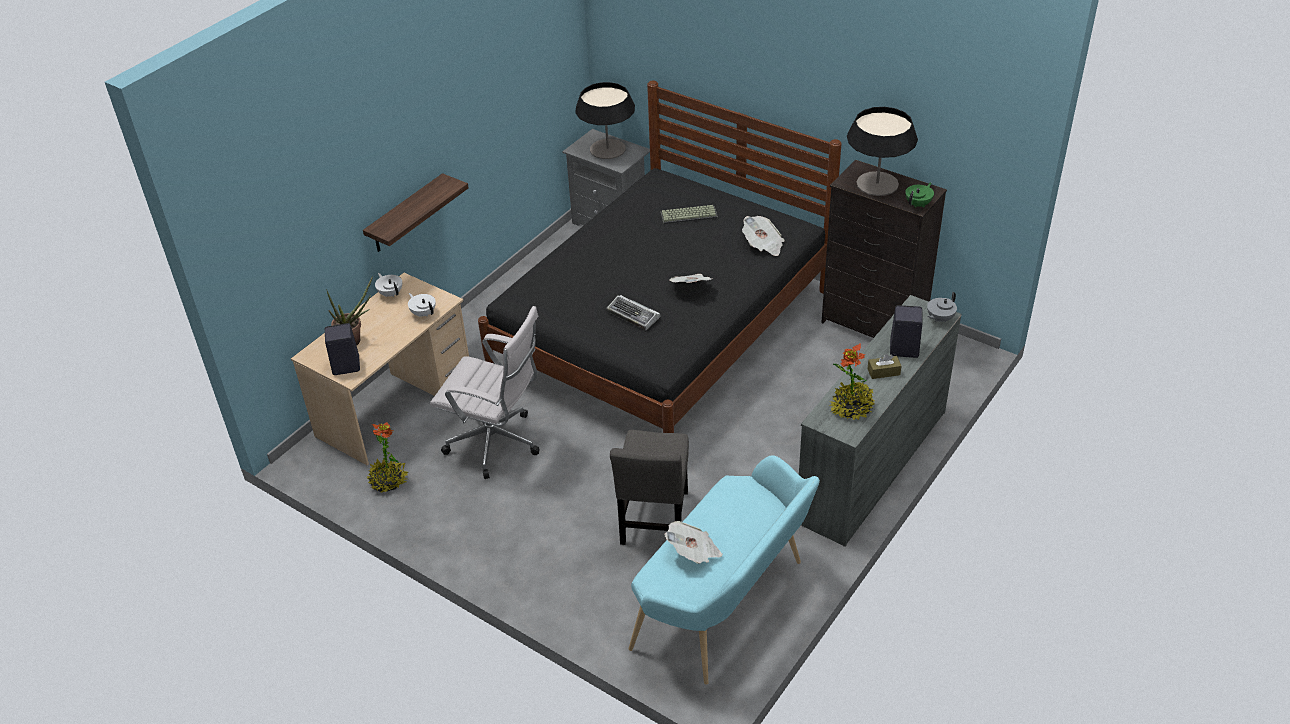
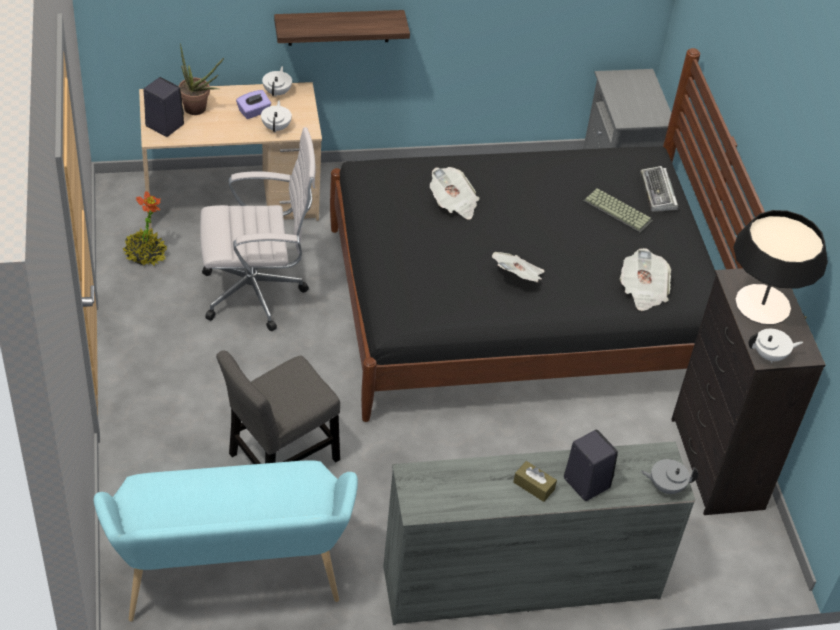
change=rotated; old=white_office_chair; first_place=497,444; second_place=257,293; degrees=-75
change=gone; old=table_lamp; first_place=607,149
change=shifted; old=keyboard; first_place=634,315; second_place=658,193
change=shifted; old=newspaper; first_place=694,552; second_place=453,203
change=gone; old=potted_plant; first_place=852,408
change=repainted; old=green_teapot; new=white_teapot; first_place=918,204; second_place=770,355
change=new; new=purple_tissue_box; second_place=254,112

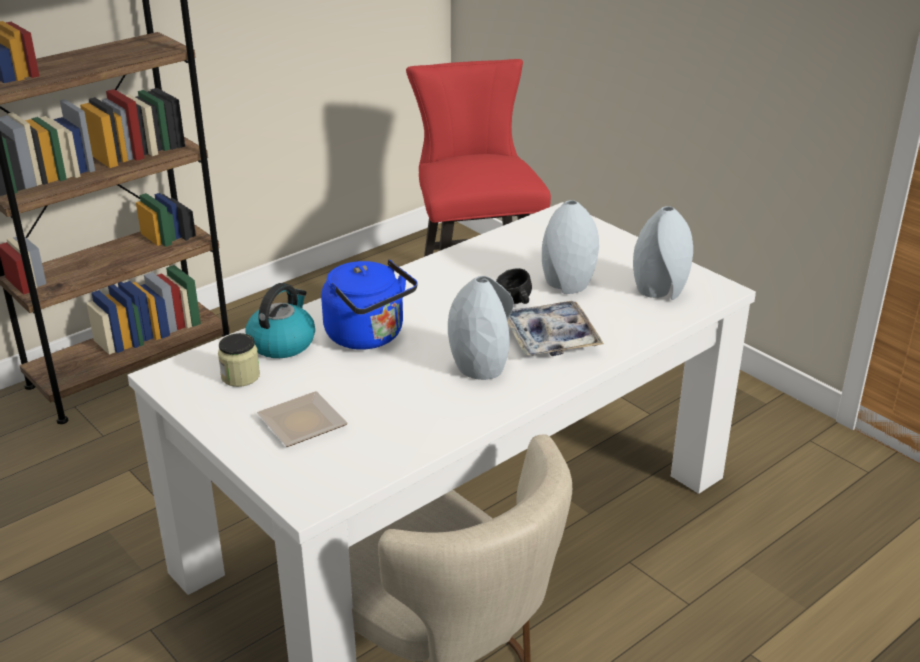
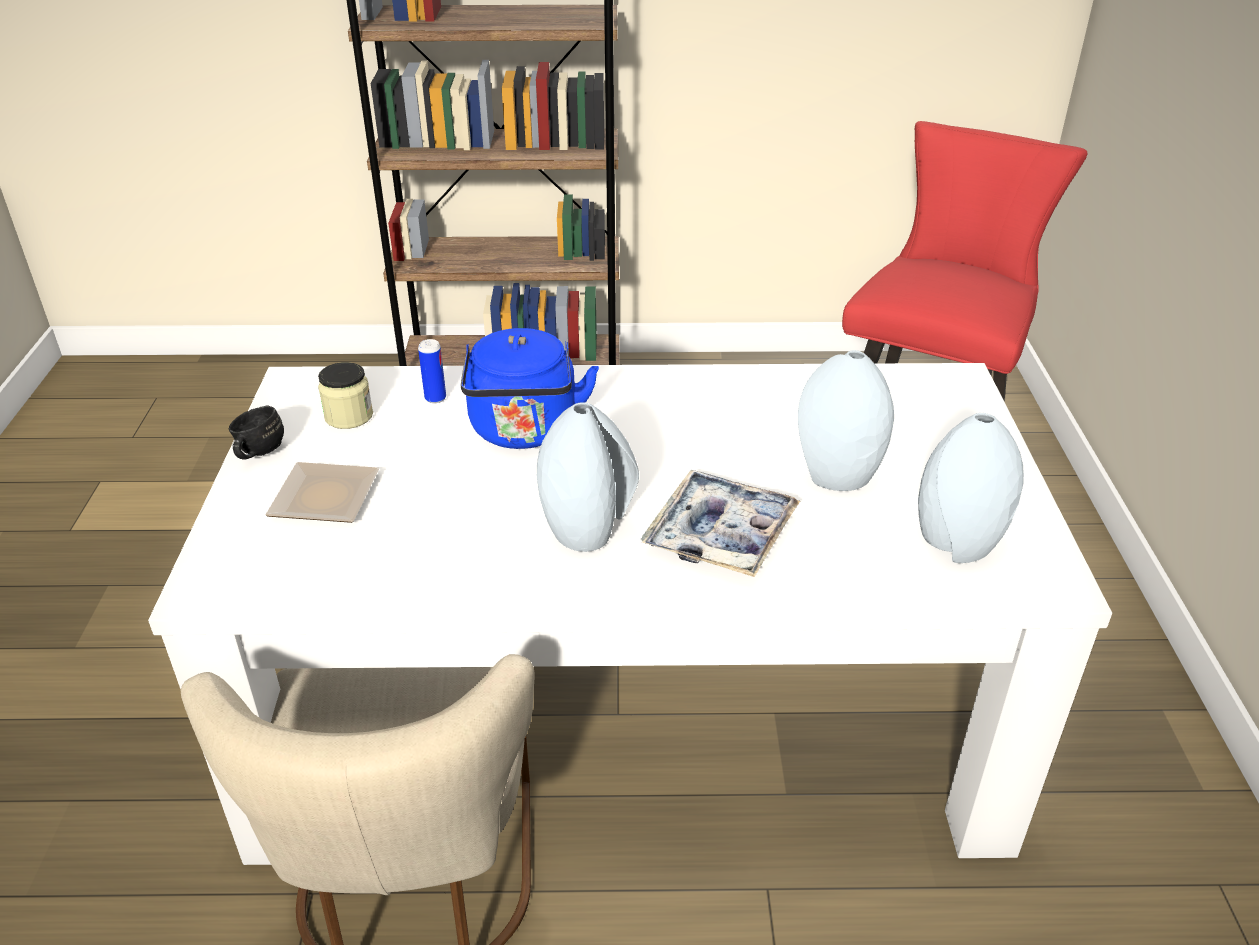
change=swapped; old=kettle; new=can; first_place=282,343; second_place=435,398
change=shifted; old=black_mug; first_place=514,303; second_place=256,453

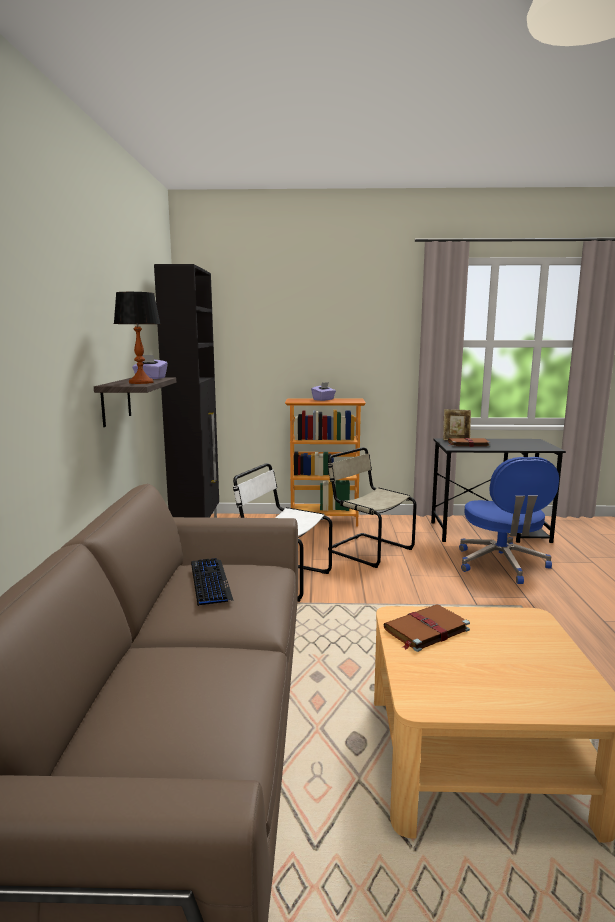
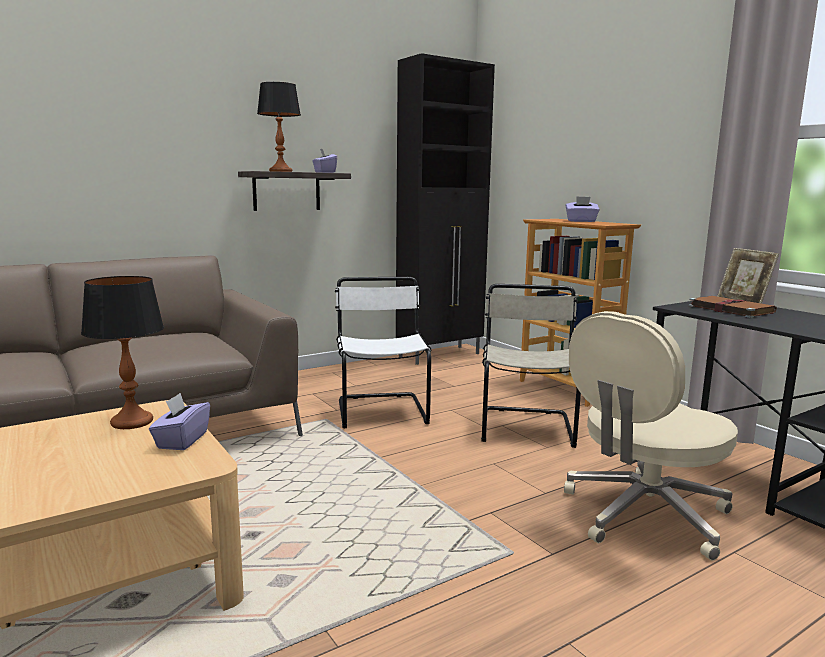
change=gone; old=keyboard; first_place=210,582
change=swapped; old=brown_book; new=table_lamp; first_place=425,630; second_place=132,422
change=repainted; old=blue_office_chair; new=beige_office_chair; first_place=501,564; second_place=643,515
change=new; new=purple_tissue_box; second_place=181,440

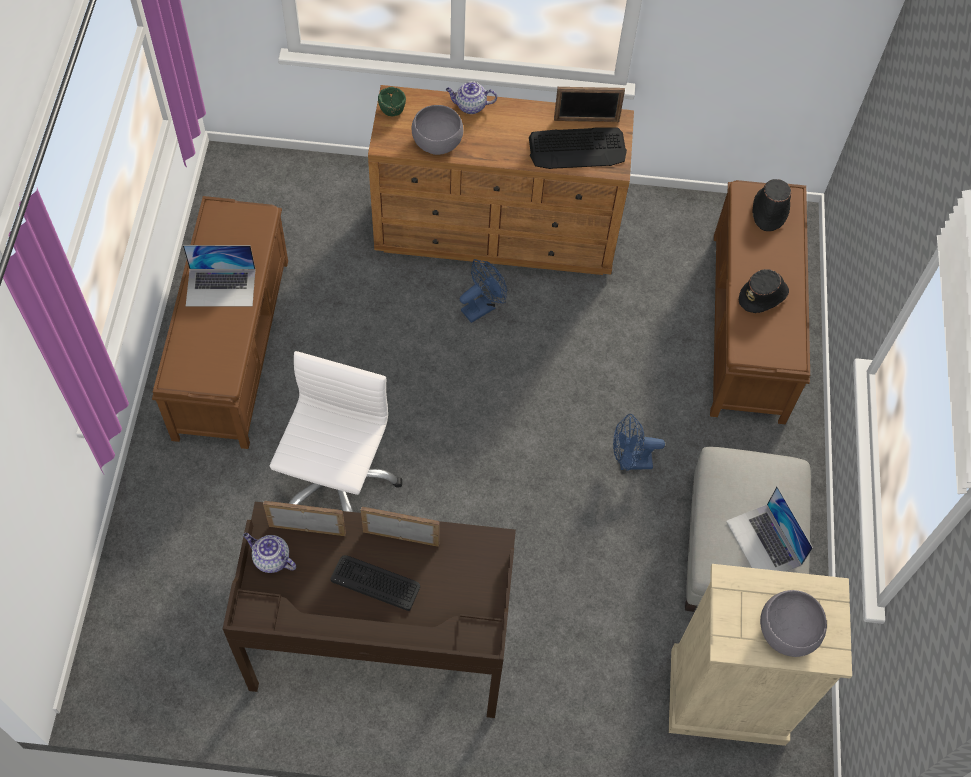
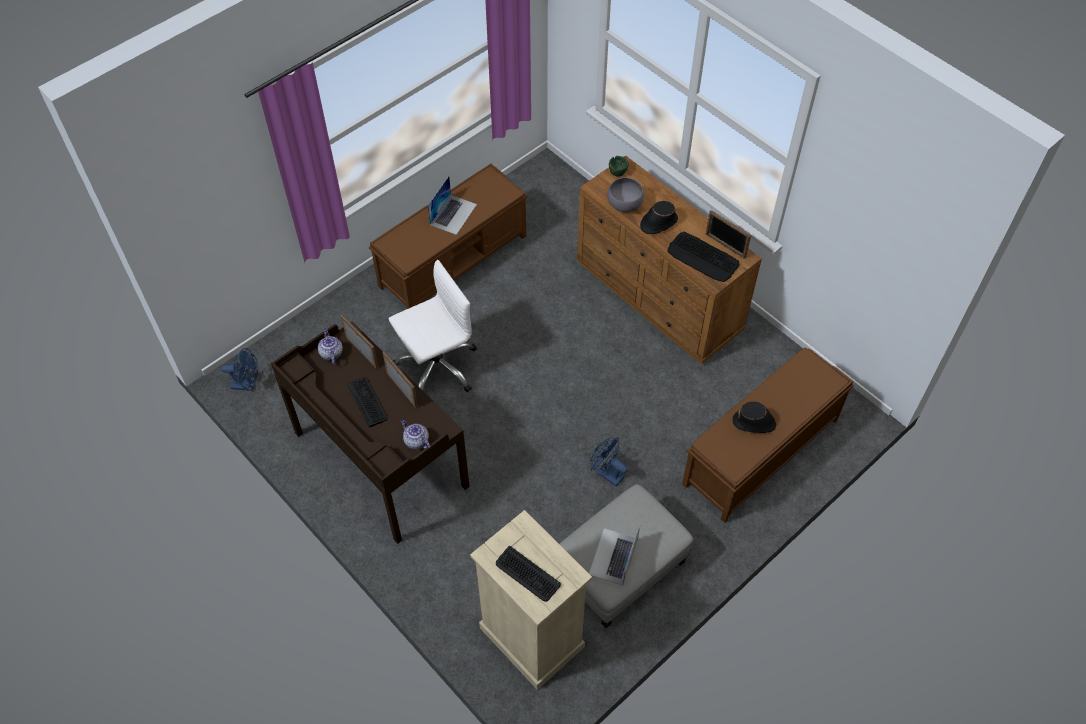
change=rotated; old=laptop; first_place=221,287; second_place=453,214; degrees=-105
change=shifted; old=teapot; first_place=470,106; second_place=416,441
change=shifted; old=blue_fan; first_place=482,307; second_place=247,384
change=shifted; old=black_hat; first_place=769,210; second_place=658,223
change=swapped; old=grey_bowl; new=keyboard; first_place=787,631; second_place=527,574

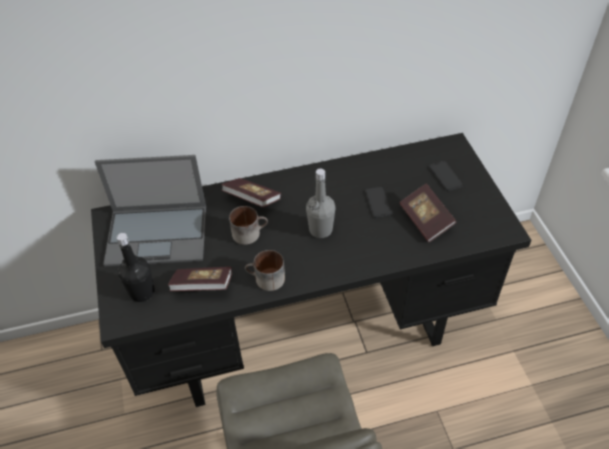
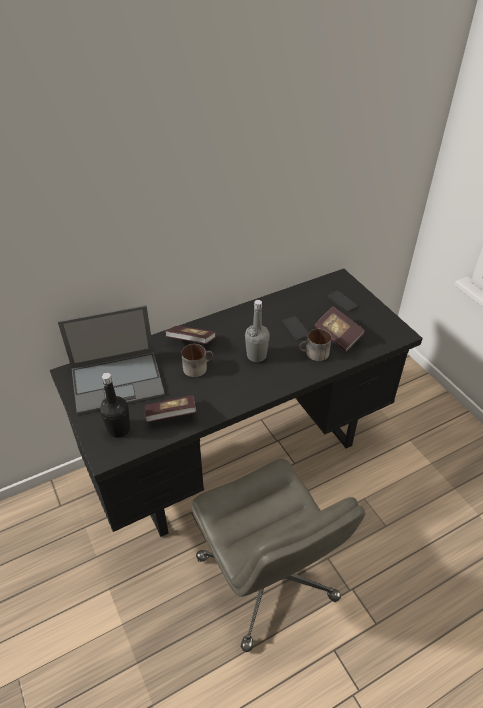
change=shifted; old=mug; first_place=266,279; second_place=314,354

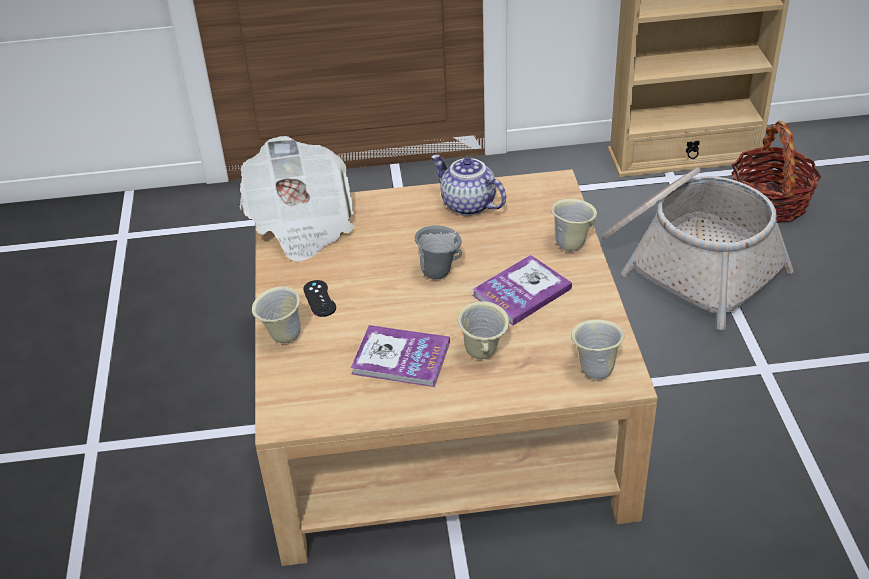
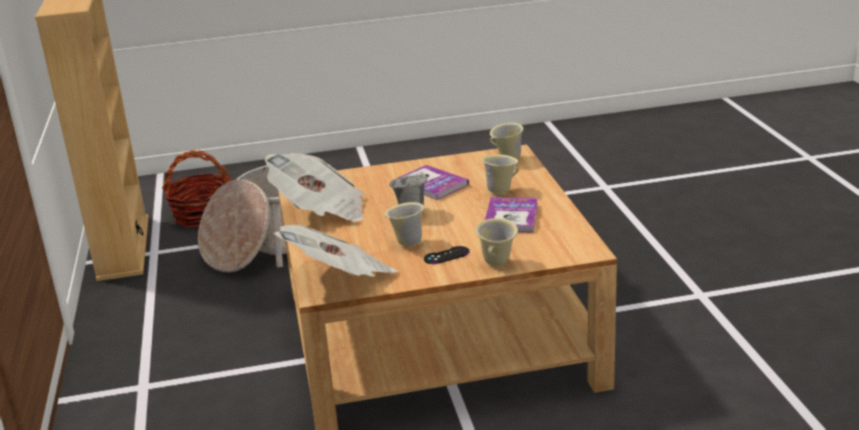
change=swapped; old=teapot; new=newspaper; first_place=467,205; second_place=320,211
change=shifted; old=beige_mug; first_place=572,244; second_place=407,243

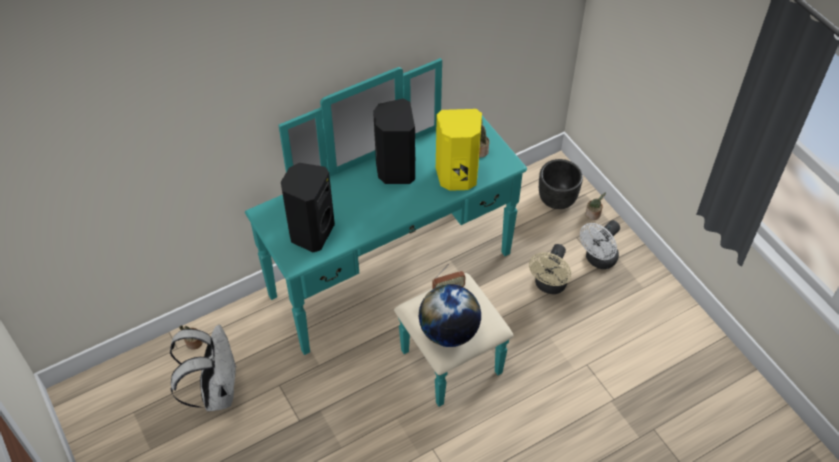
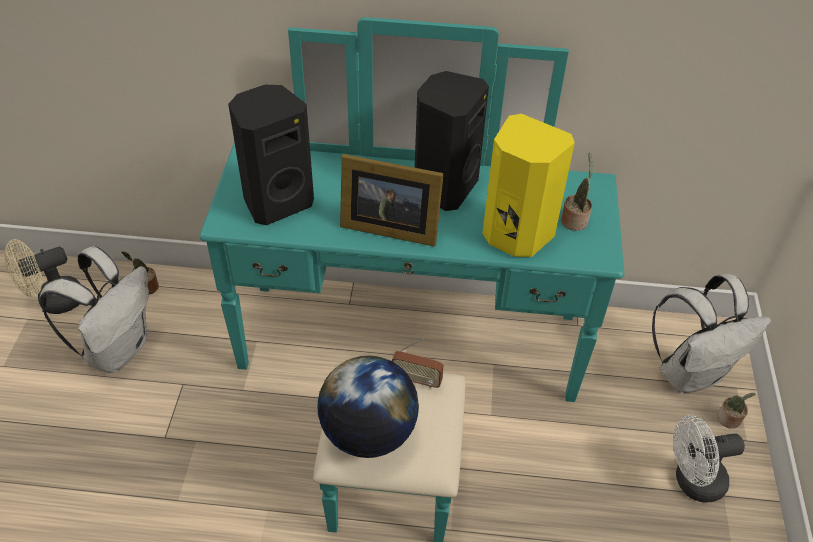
change=shifted; old=beige_fan; first_place=549,286; second_place=54,301
change=swapped; old=black_planter; new=white_backpack; first_place=556,199; second_place=690,372
change=new; new=picture_frame; second_place=387,226

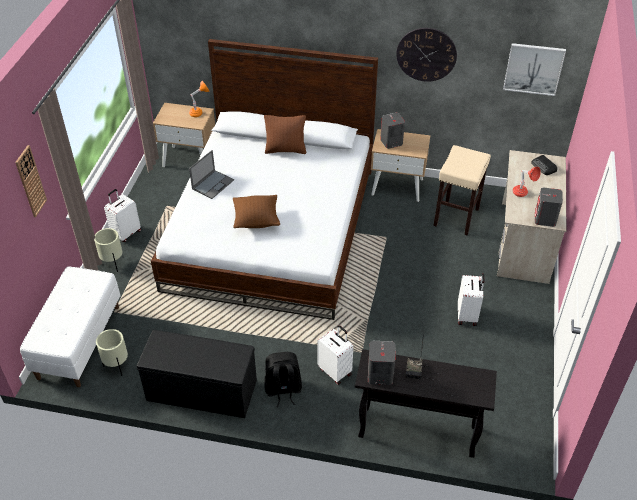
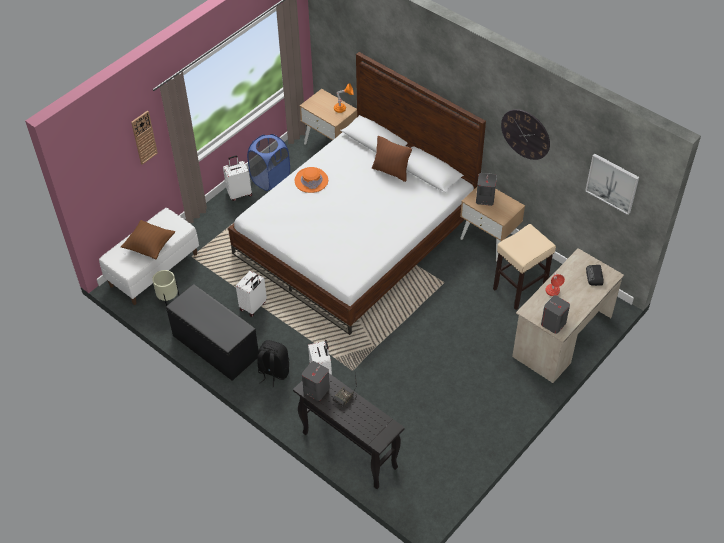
change=gone; old=beige_planter; first_place=113,263
change=swapped; old=laptop; new=orange_hat; first_place=213,184; second_place=311,180
change=shifted; old=brown_pillow; first_place=256,220; second_place=150,246
change=shifted; old=white_suitcase; first_place=467,315; second_place=253,306
change=new; new=blue_laundry_basket; second_place=270,179

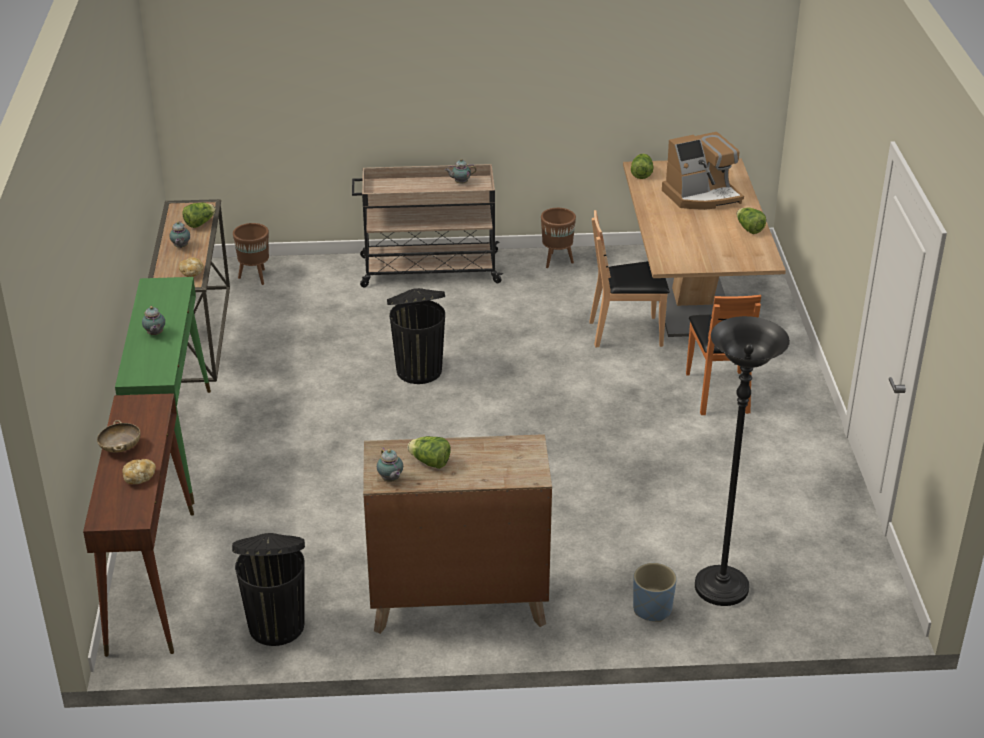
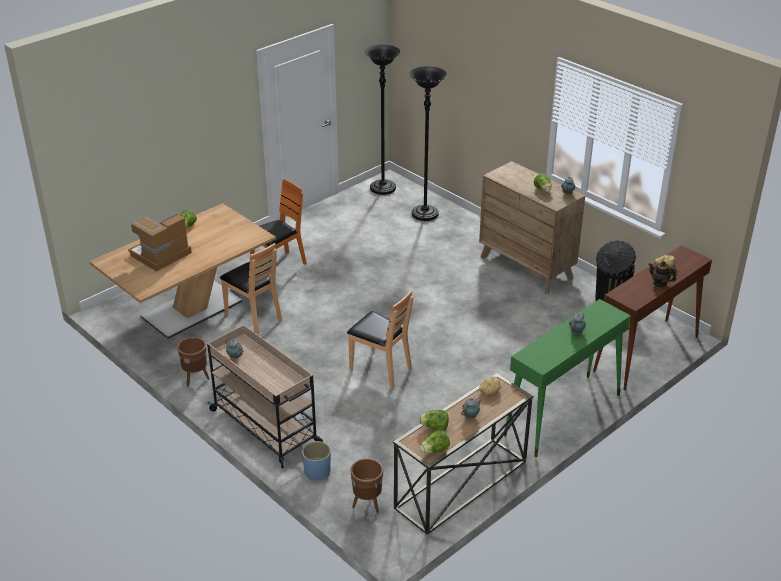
change=swapped; old=beige_bowl; new=teapot; first_place=120,448; second_place=659,283
change=swapped; old=black_trash_can; new=brown_chair; first_place=418,369; second_place=380,369
change=shifted; old=lettuce; first_place=641,174; second_place=435,450
change=shifted; old=blue_planter; first_place=652,609; second_place=317,472
change=rotated; old=coffee_machine; first_place=702,196; second_place=160,255; degrees=-75
change=new; new=black_floor_lamp; second_place=383,189

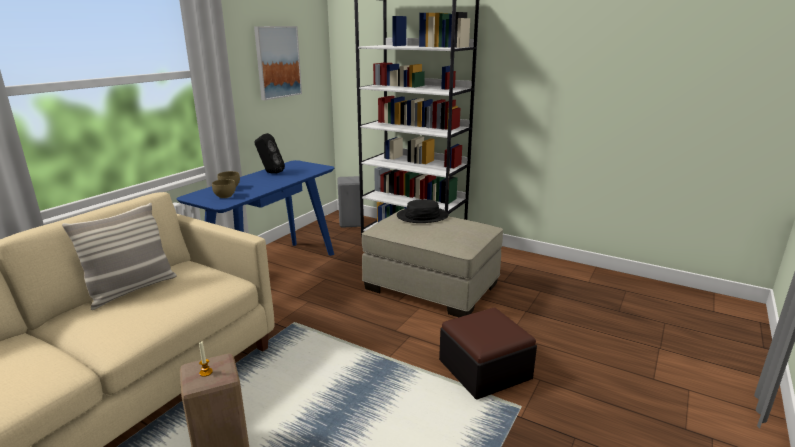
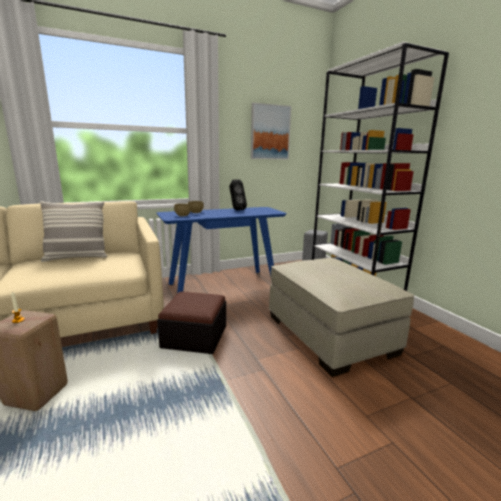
change=gone; old=black_hat; first_place=422,216
change=shifted; old=ottoman; first_place=484,369; second_place=194,336

